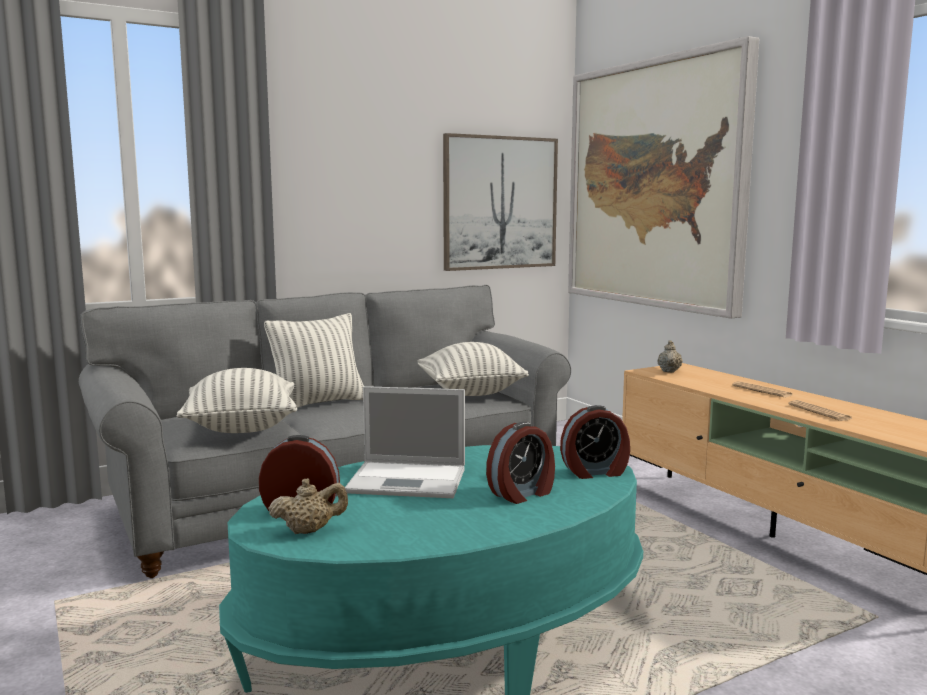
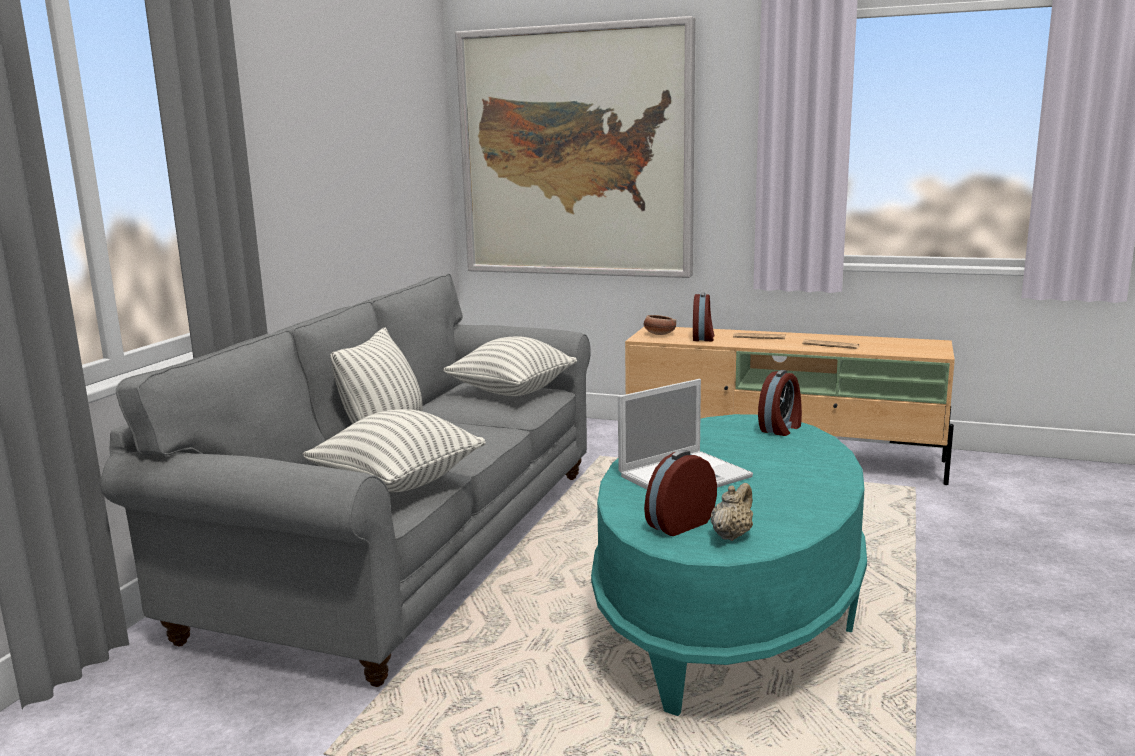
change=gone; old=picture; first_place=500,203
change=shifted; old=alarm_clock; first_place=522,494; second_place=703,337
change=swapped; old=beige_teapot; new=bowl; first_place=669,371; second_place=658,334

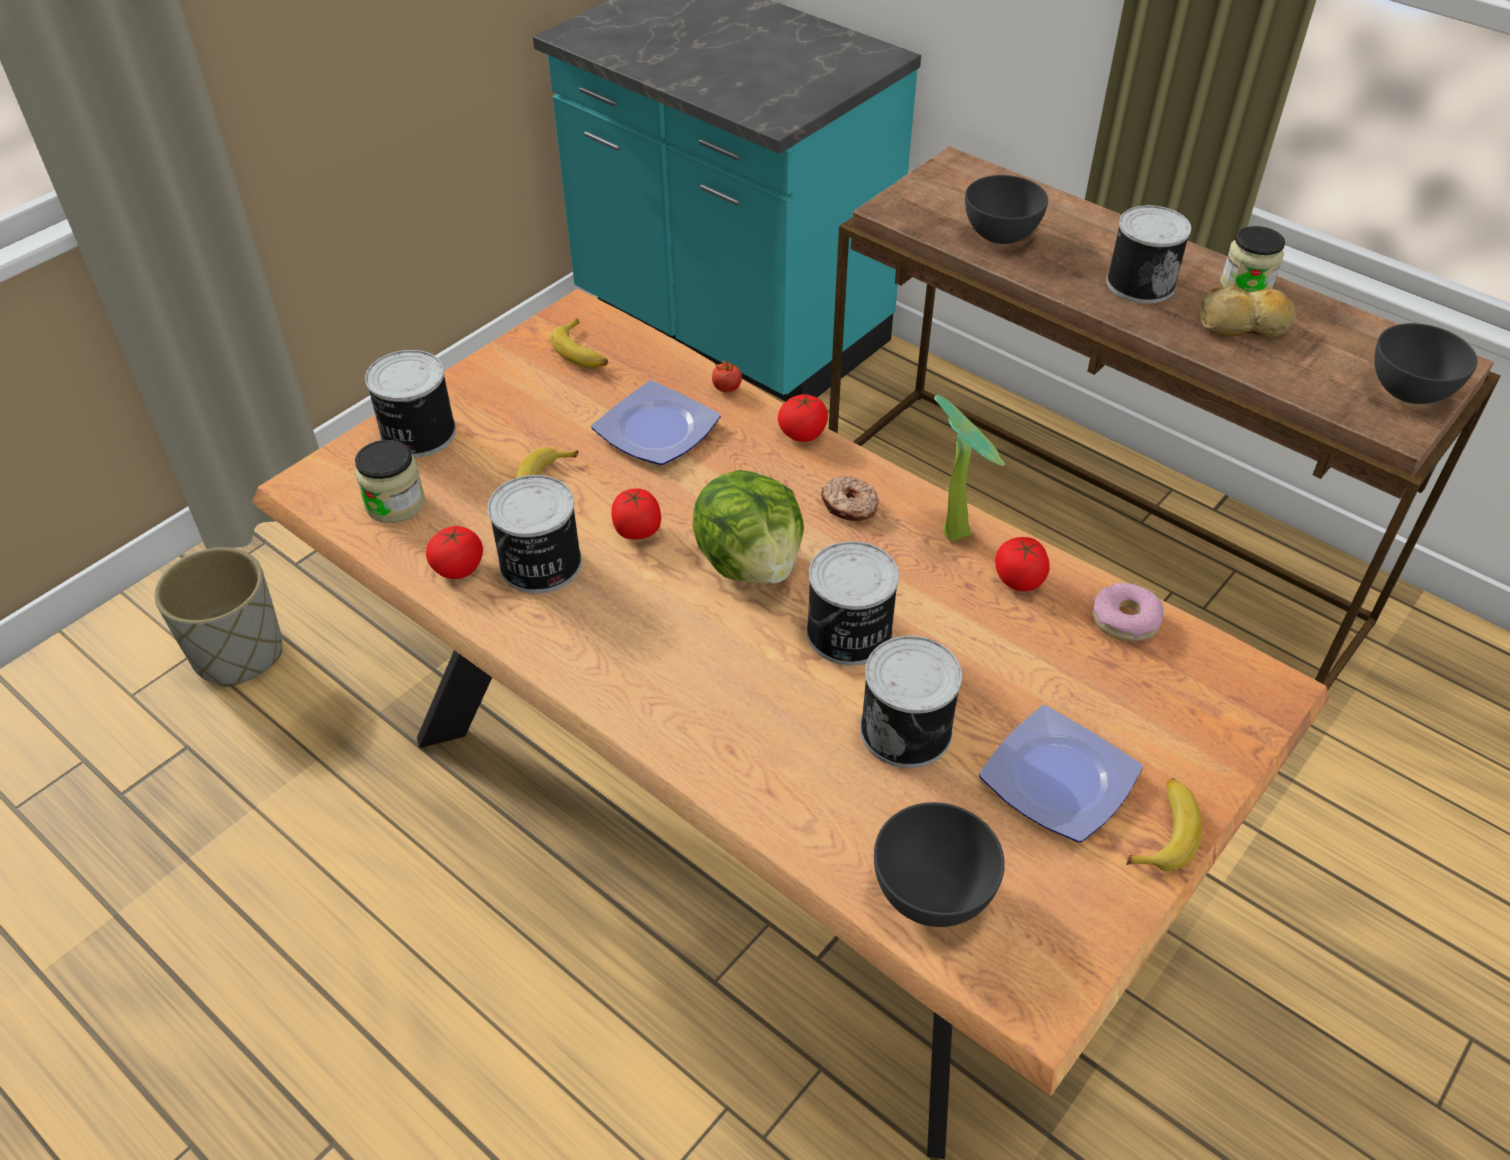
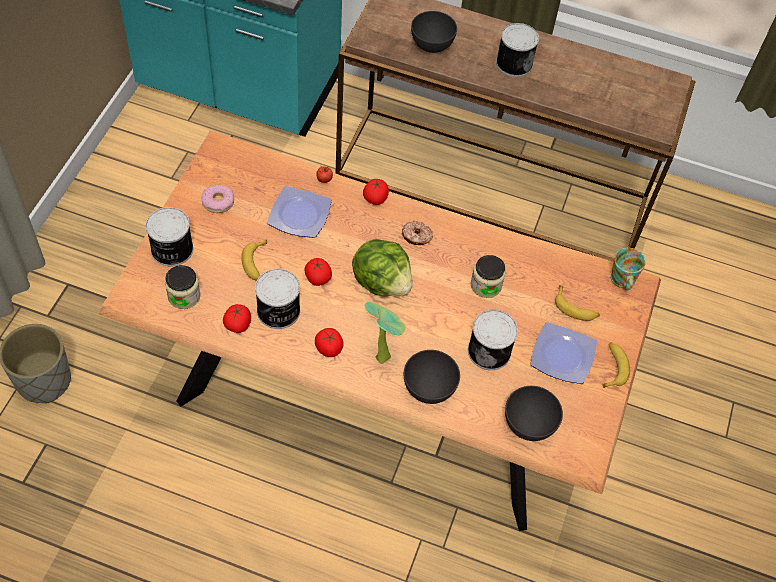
change=shifted; old=banana; first_place=582,352; second_place=575,308
change=gone; old=can; first_place=849,634
change=shifted; old=potted_plant; first_place=957,529; second_place=383,354
change=shifted; old=tomato; first_place=1019,579; second_place=329,348
change=shifted; old=donut; first_place=1125,620; second_place=218,202
change=gone; old=bread; first_place=1244,325
change=shifted; old=jar; first_place=1246,285; second_place=486,285
change=shifted; old=grey_bowl; first_place=1408,391; second_place=428,388
change=new; new=mug; second_place=622,281

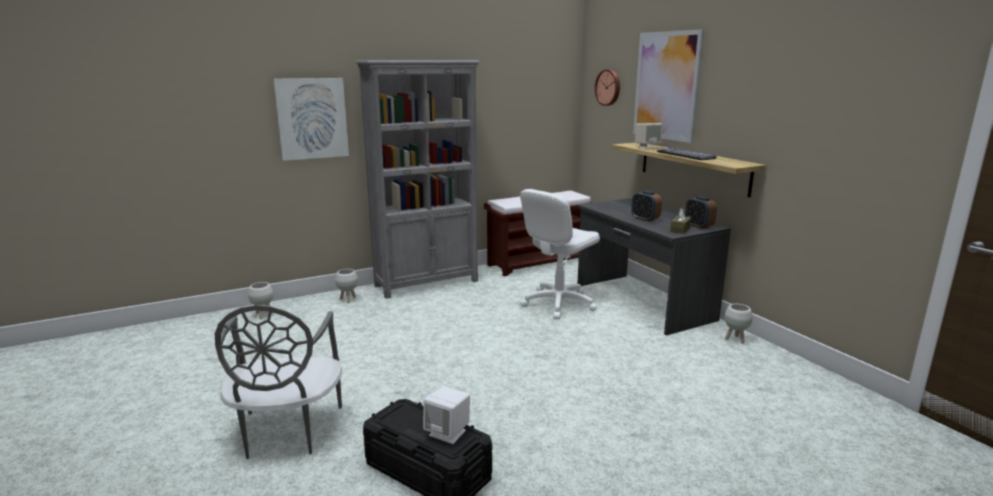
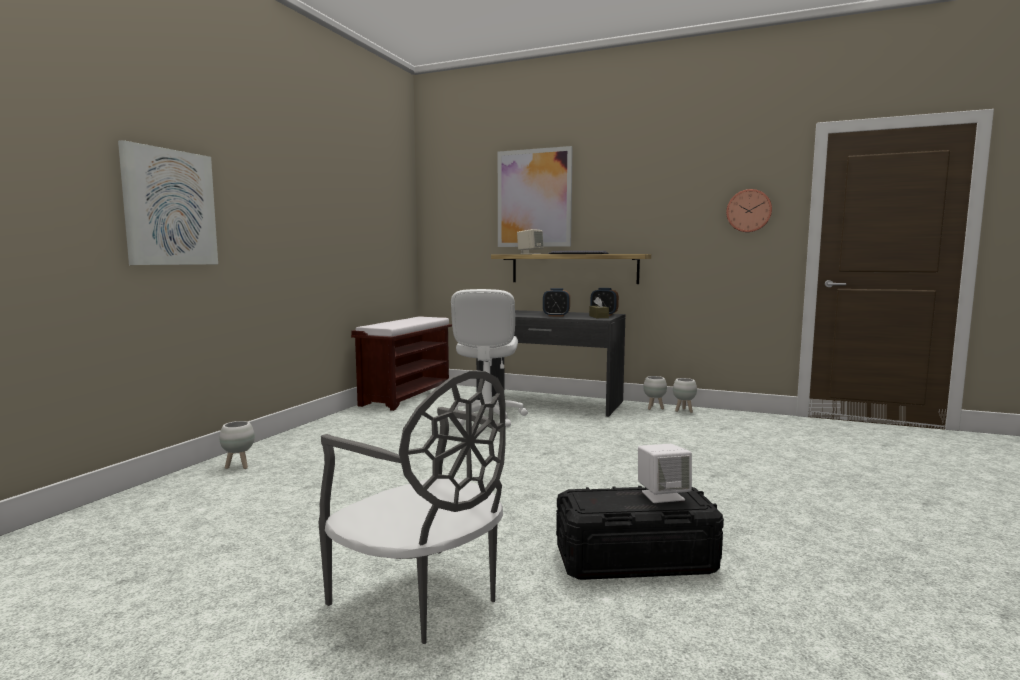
change=shifted; old=white_planter; first_place=263,315; second_place=684,411
change=gone; old=grey_bookcase; first_place=427,283
change=shifted; old=wall_clock; first_place=608,87; second_place=748,211

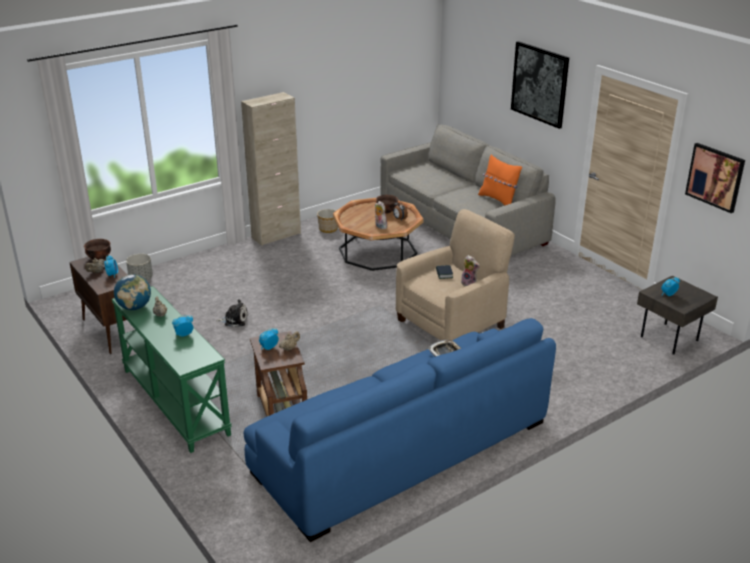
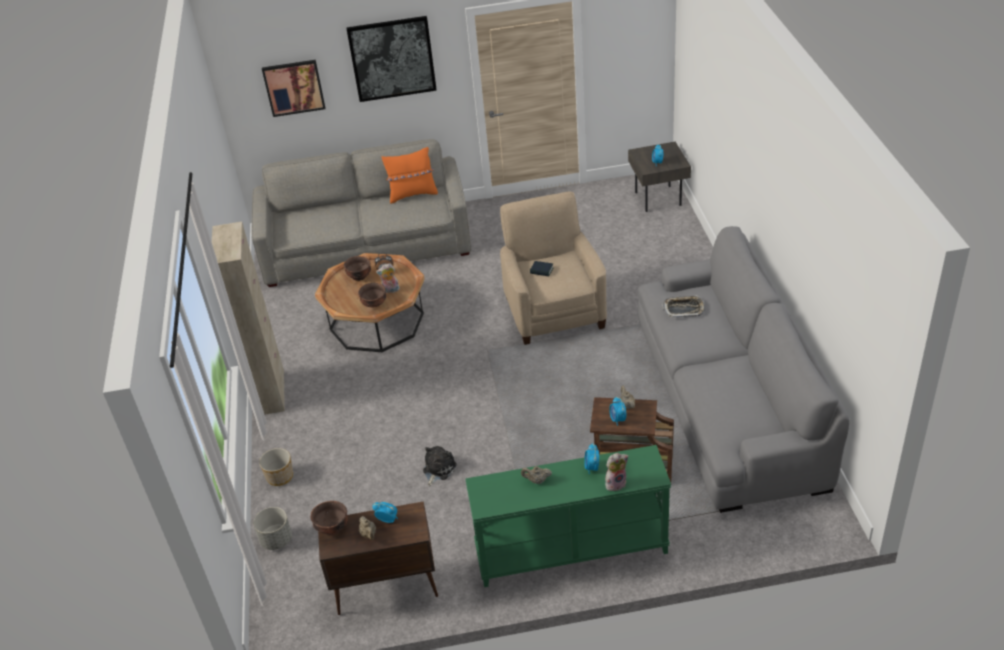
change=gone; old=globe; first_place=134,307
change=repainted; old=blue_sofa; new=grey_sofa; first_place=401,447; second_place=728,400
change=shifted; old=planter; first_place=328,229; second_place=279,476
change=shifted; old=plush_toy; first_place=469,283; second_place=615,483
change=shifted; old=picture; first_place=715,177; second_place=294,87
change=new; new=brown_bowl; second_place=374,304

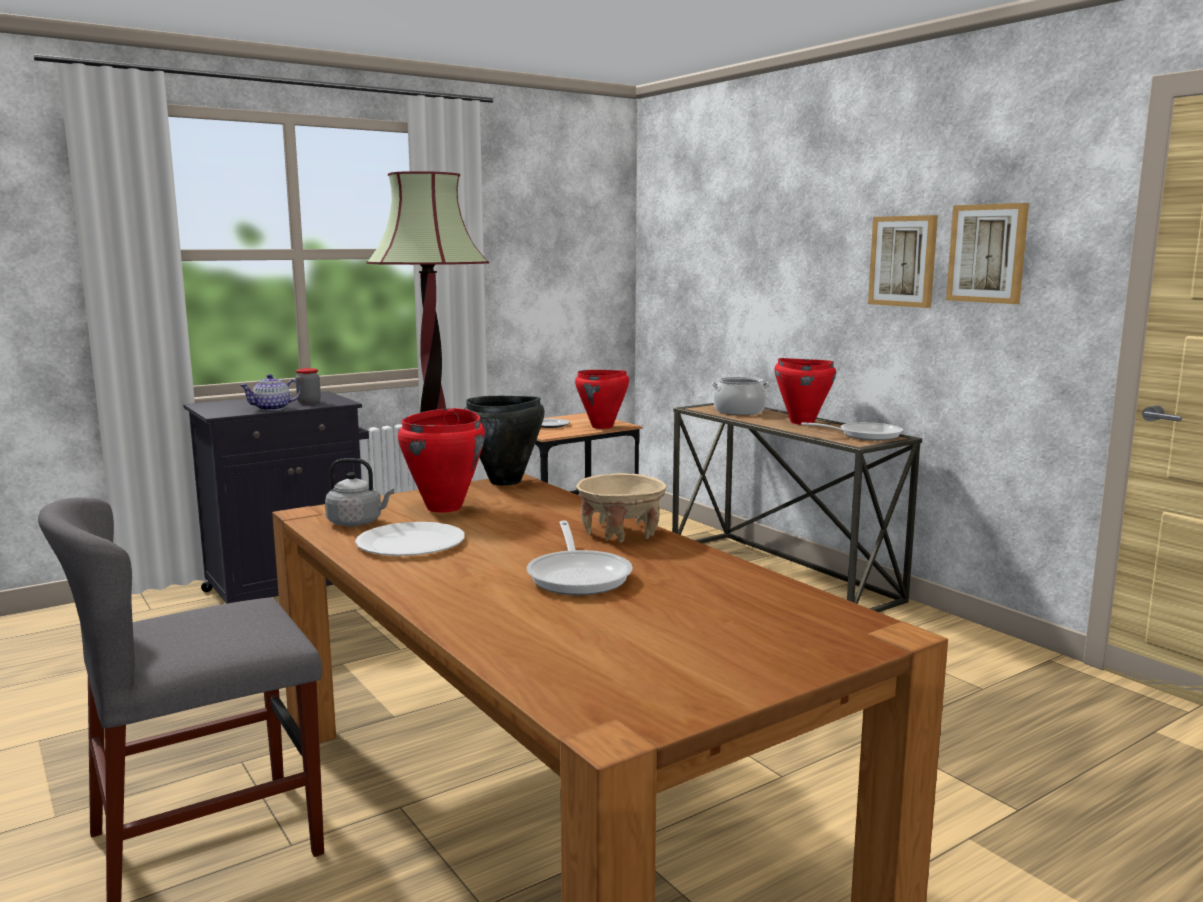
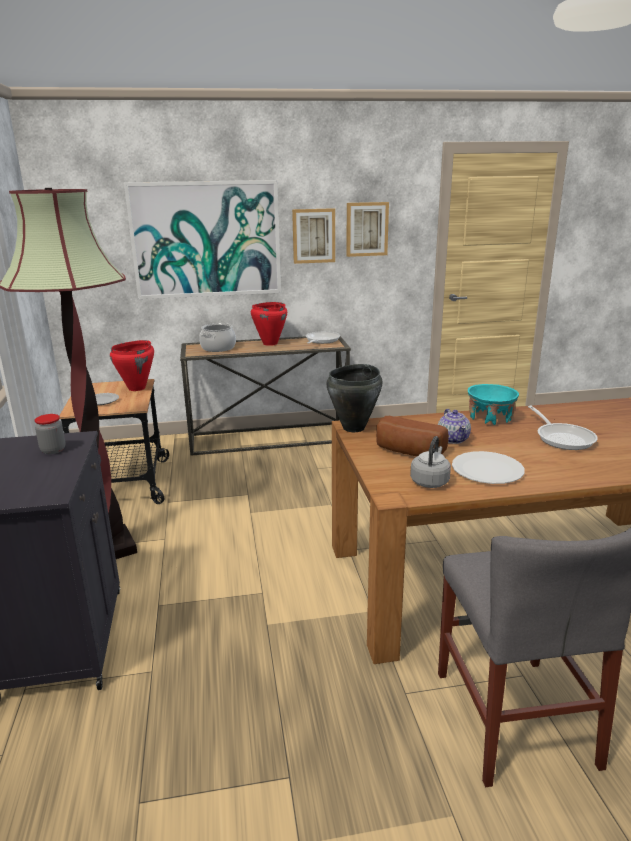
change=shifted; old=teapot; first_place=272,408; second_place=453,439
change=swapped; old=red_cooking_pot; new=bread; first_place=445,507; second_place=408,452
change=rotated; old=frying_pan; first_place=579,575; second_place=562,438; degrees=60
change=repainted; old=beige_bowl; new=turquoise_bowl; first_place=621,533; second_place=490,418
change=new; new=picture; second_place=206,239

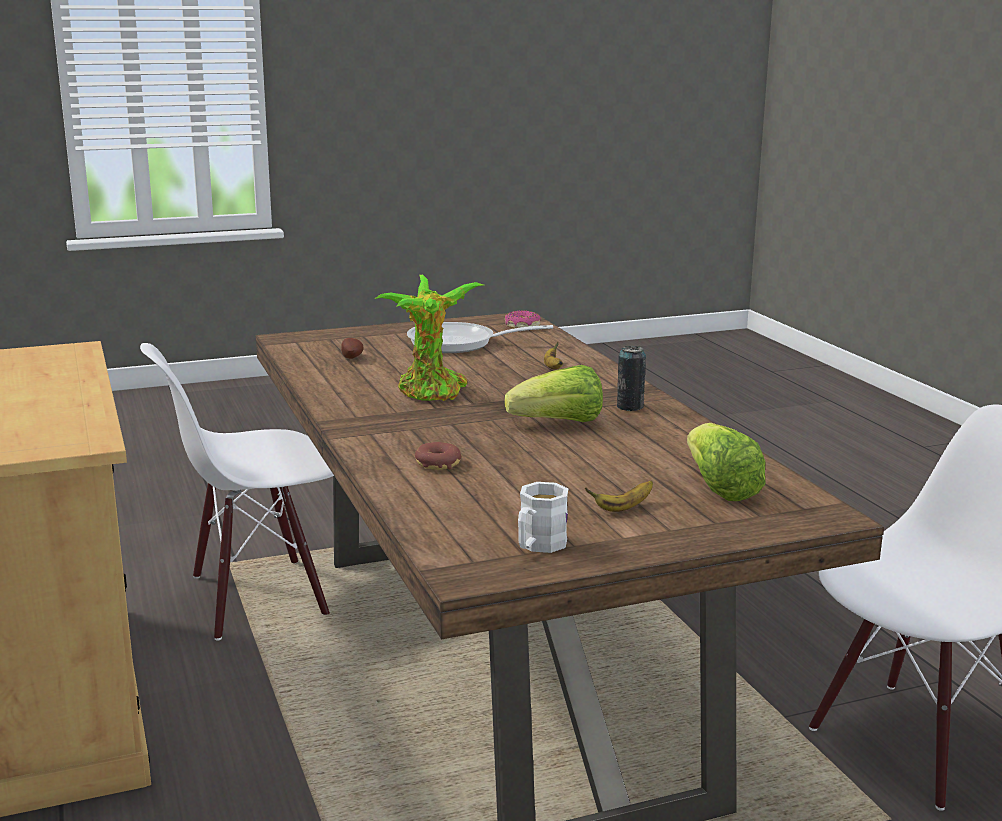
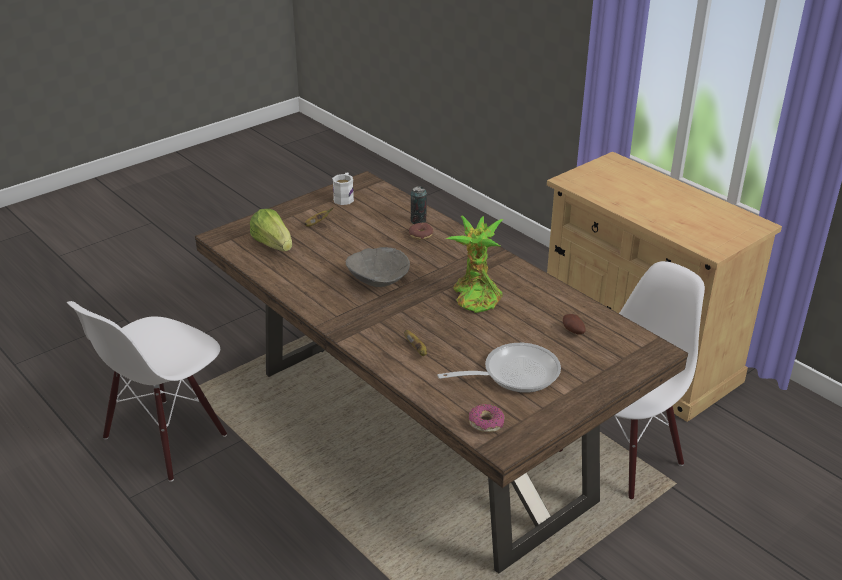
change=swapped; old=lettuce; new=grey_bowl; first_place=559,423; second_place=377,281
change=shifted; old=can; first_place=630,407; second_place=418,221

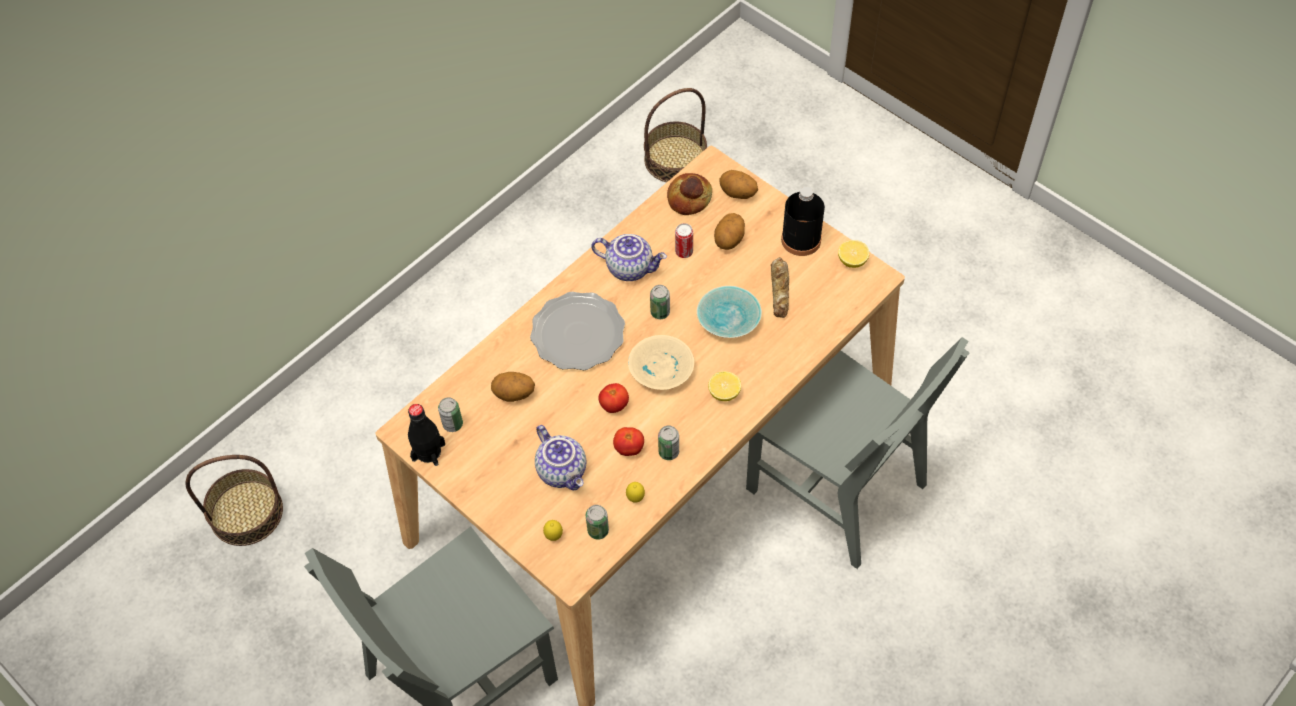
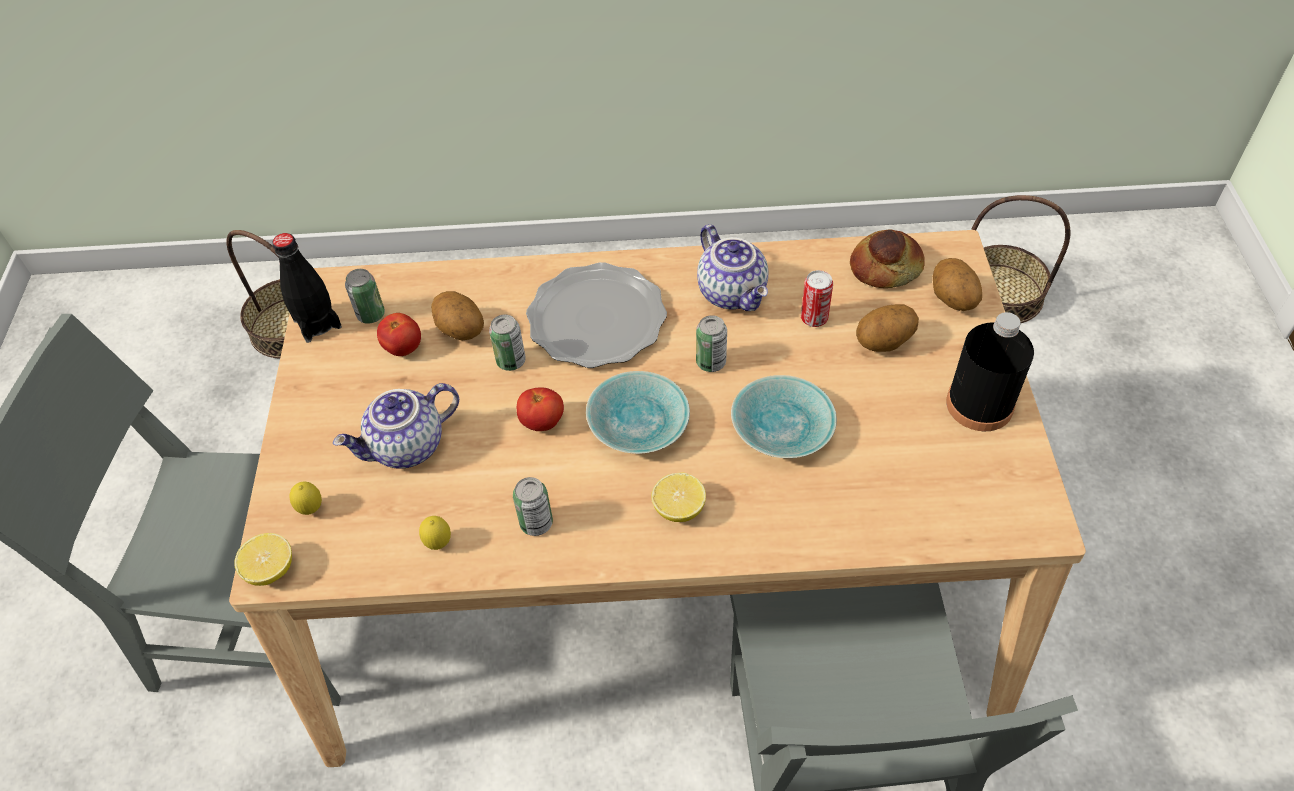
change=rotated; old=teapot; first_place=563,471; second_place=407,448; degrees=45
change=shifted; old=can; first_place=598,530; second_place=511,361
change=shifted; old=tomato; first_place=629,448; second_place=403,348
change=repainted; old=beige_bowl; new=turquoise_bowl; first_place=659,368; second_place=638,422
change=gone; old=bread; first_place=780,290
change=shifted; old=lemon; first_place=852,261; second_place=271,570

